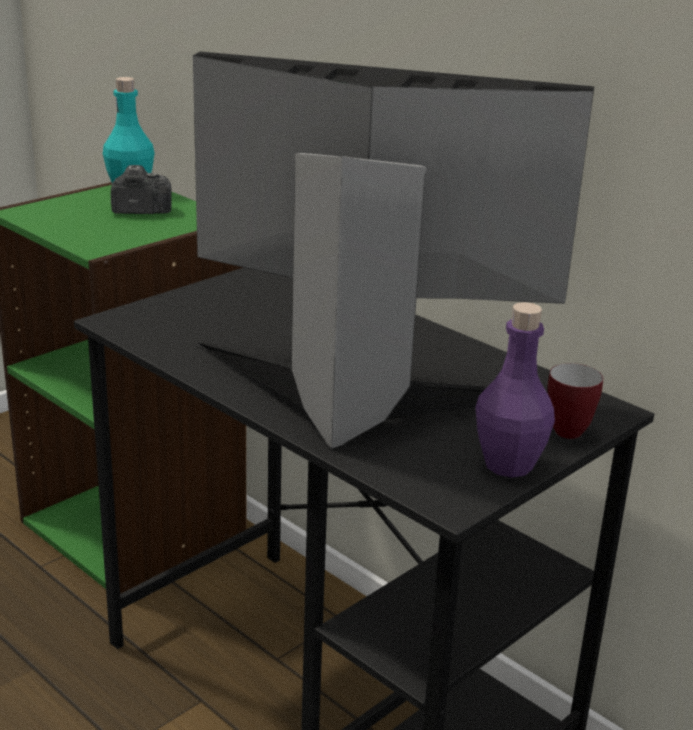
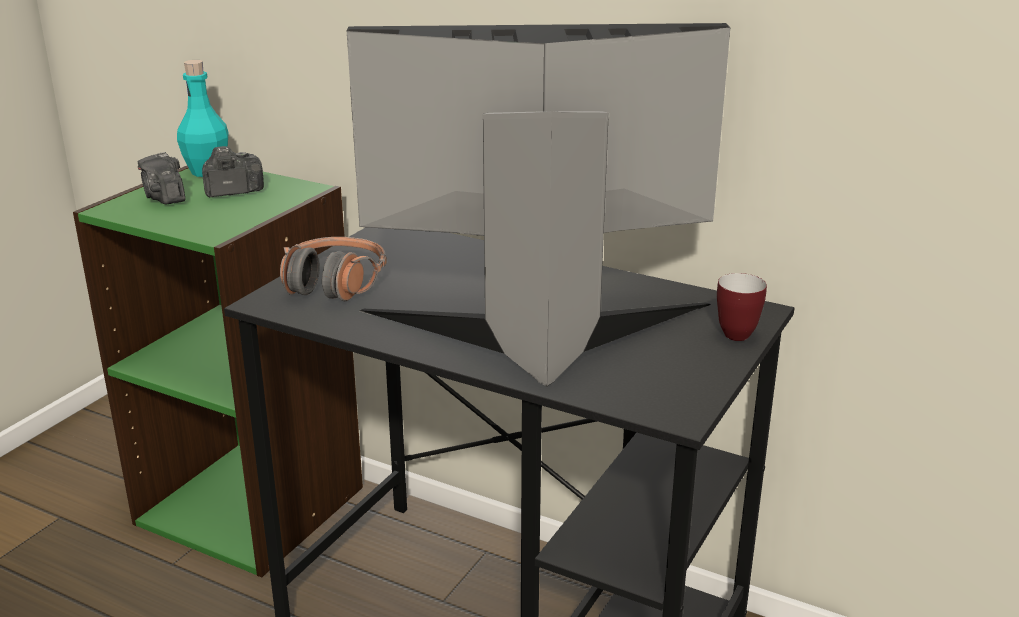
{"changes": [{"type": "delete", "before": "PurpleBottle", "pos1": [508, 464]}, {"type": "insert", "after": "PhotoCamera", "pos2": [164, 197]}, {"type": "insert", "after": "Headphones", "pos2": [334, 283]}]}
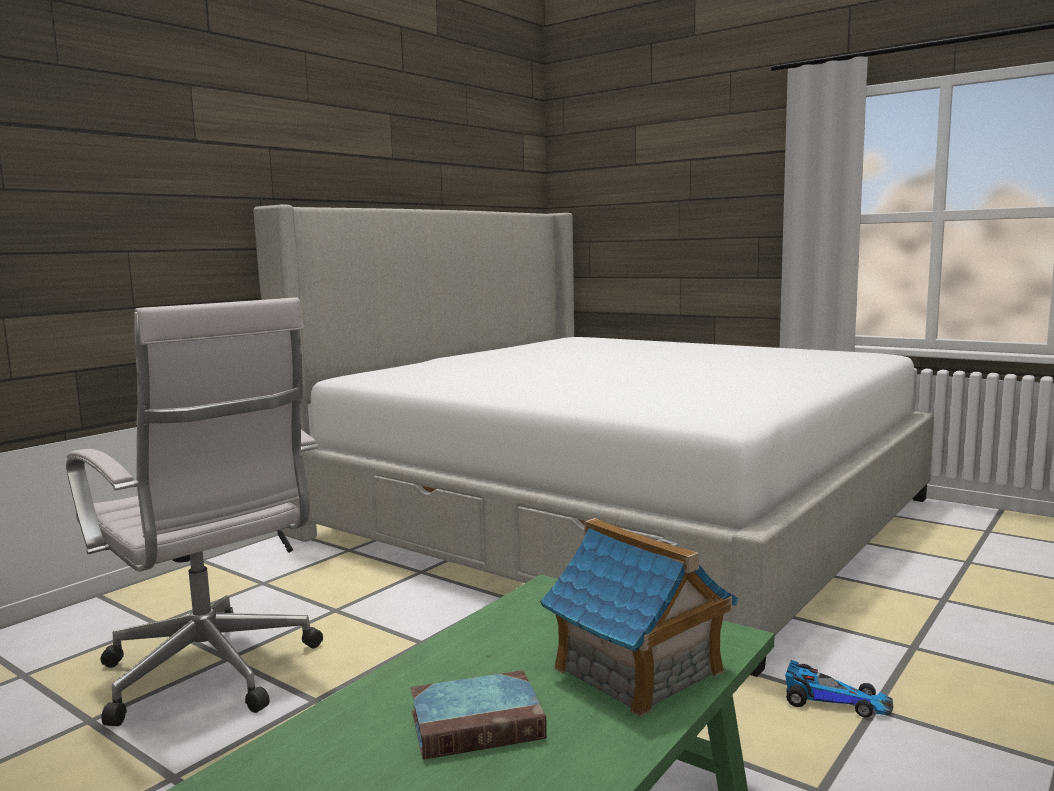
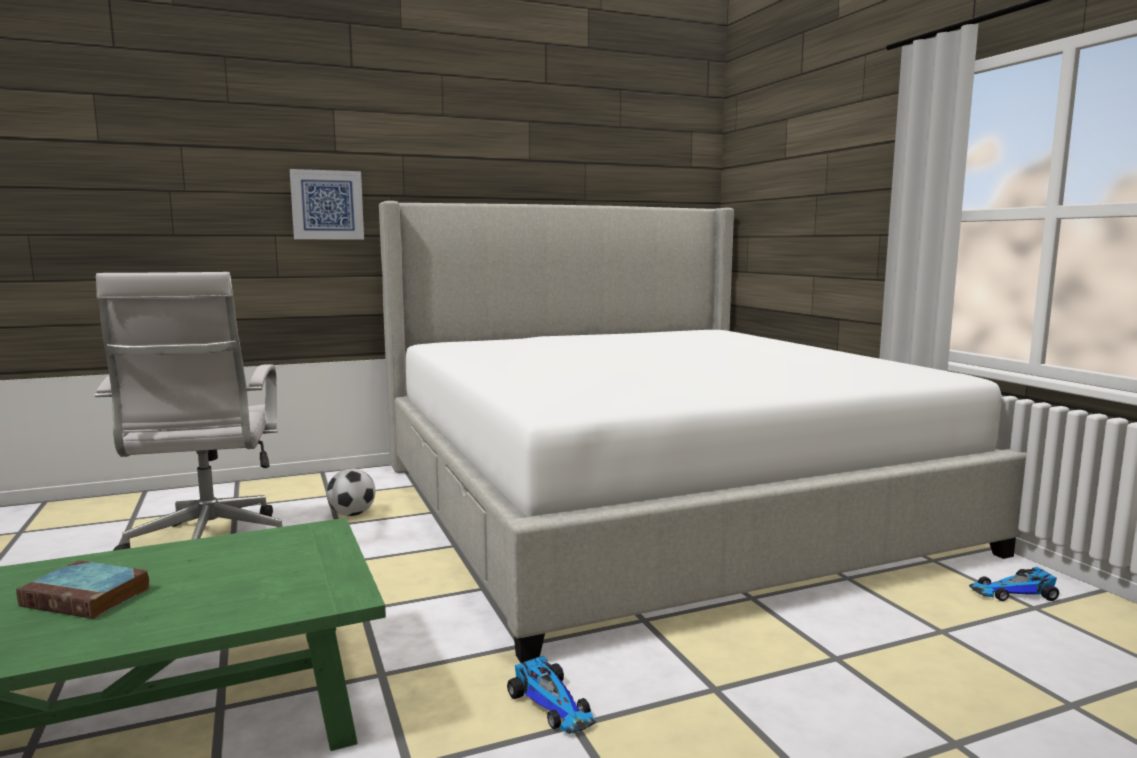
{"changes": [{"type": "delete", "before": "ToyHouse", "pos1": [638, 671]}, {"type": "insert", "after": "Picture", "pos2": [327, 205]}, {"type": "insert", "after": "Football", "pos2": [352, 514]}, {"type": "insert", "after": "ToyCar", "pos2": [1013, 593]}]}
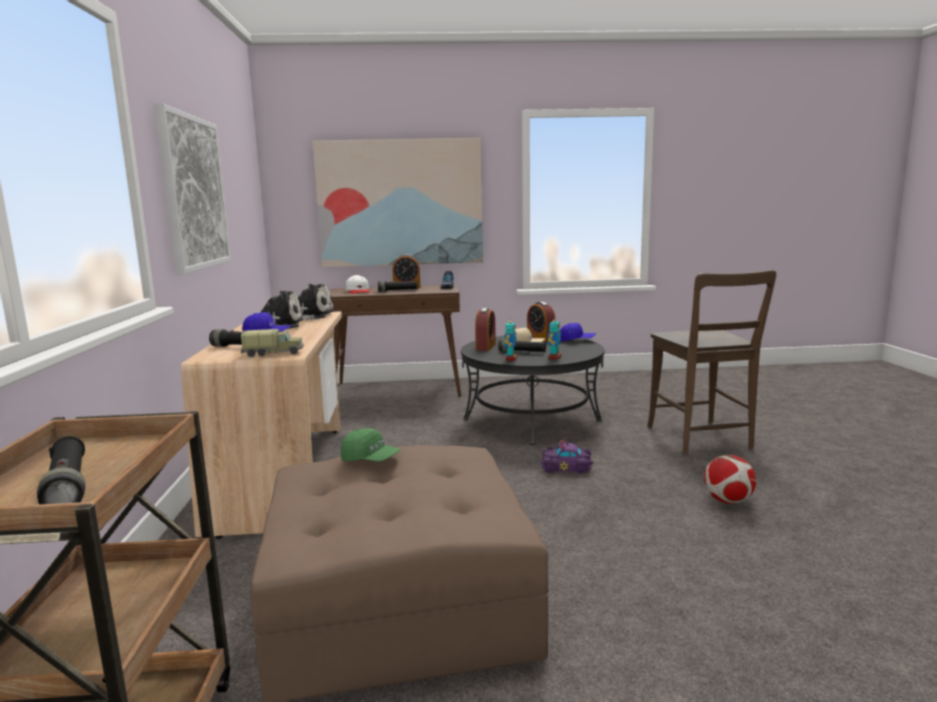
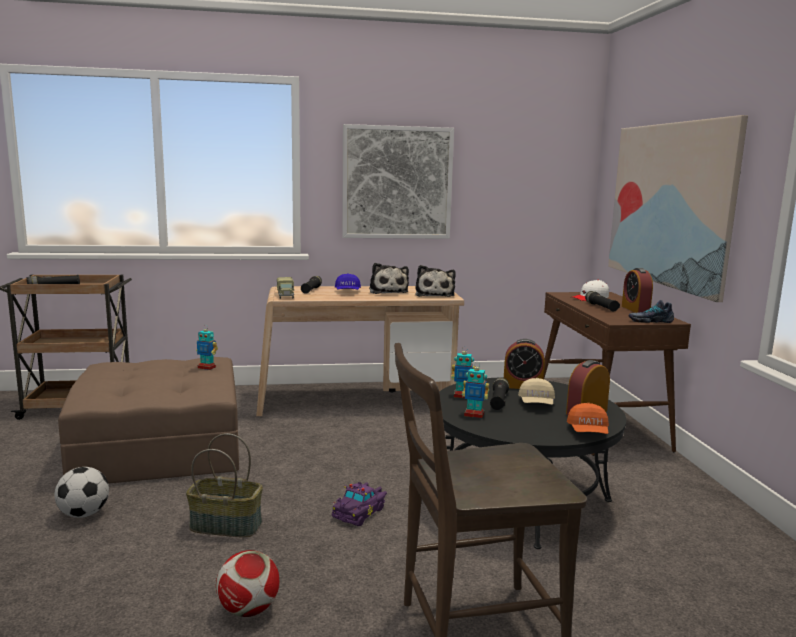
{"changes": [{"type": "recolor", "before": "BlueCap", "after": "OrangeCap", "pos1": [577, 340], "pos2": [588, 432]}, {"type": "replace", "before": "GreenCap", "after": "ToyRobot", "pos1": [371, 459], "pos2": [207, 367]}, {"type": "rotate", "before": "PurpleToyCar", "pos1": [567, 468], "pos2": [360, 512], "turn": -150}, {"type": "insert", "after": "Basket", "pos2": [227, 525]}, {"type": "insert", "after": "Football", "pos2": [84, 514]}]}
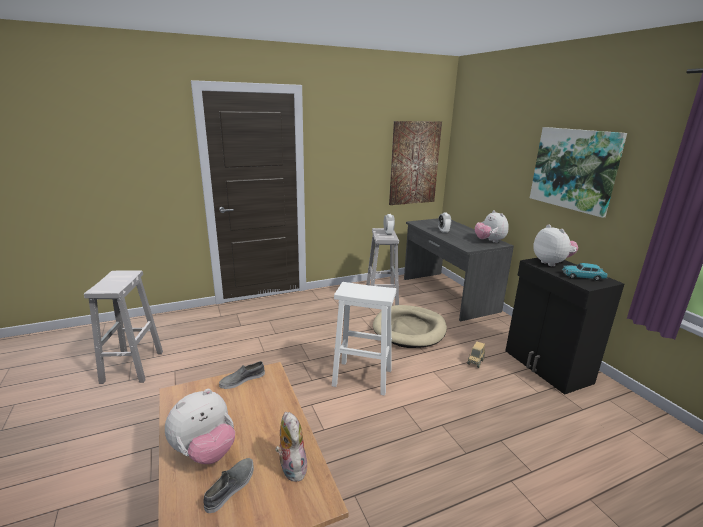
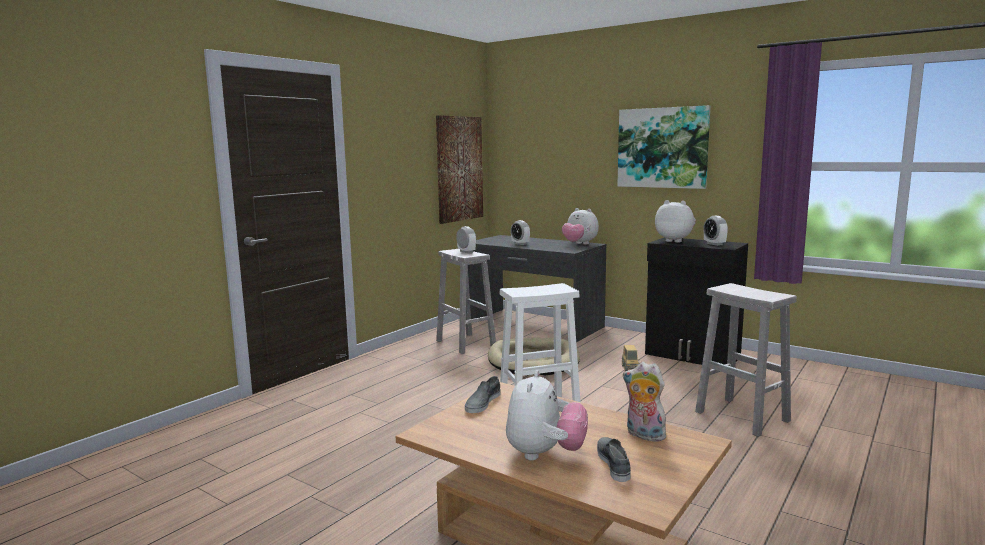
{"changes": [{"type": "replace", "before": "TurquoiseToyCar", "after": "AlarmClock", "pos1": [583, 277], "pos2": [714, 244]}, {"type": "move", "before": "WhiteStool", "pos1": [132, 367], "pos2": [743, 417]}]}
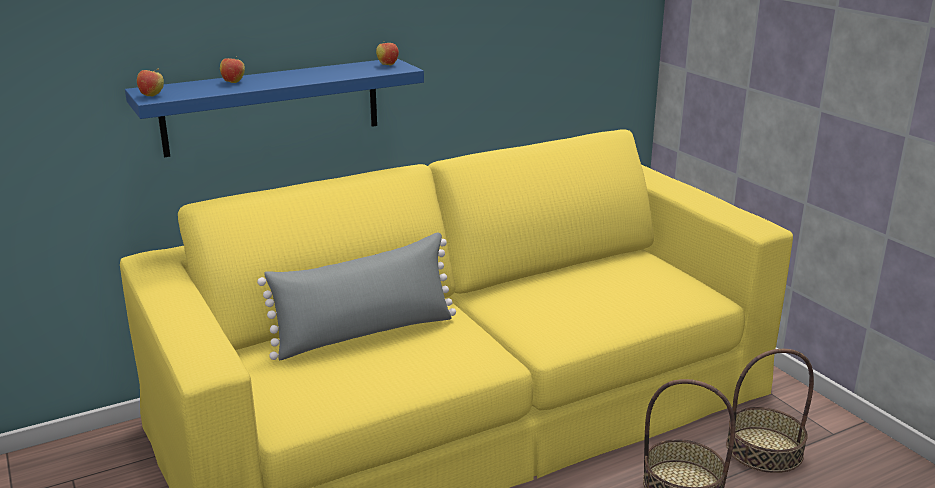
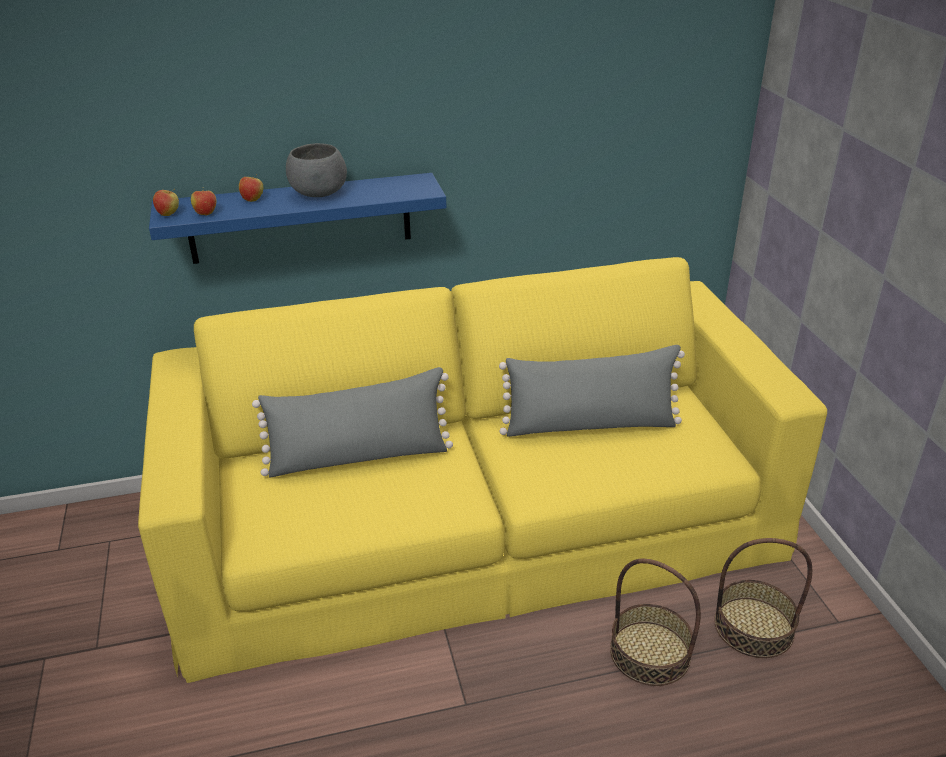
{"changes": [{"type": "move", "before": "Apple", "pos1": [387, 65], "pos2": [206, 214]}, {"type": "insert", "after": "GreyBowl", "pos2": [318, 194]}, {"type": "insert", "after": "GreyPillow", "pos2": [590, 425]}]}
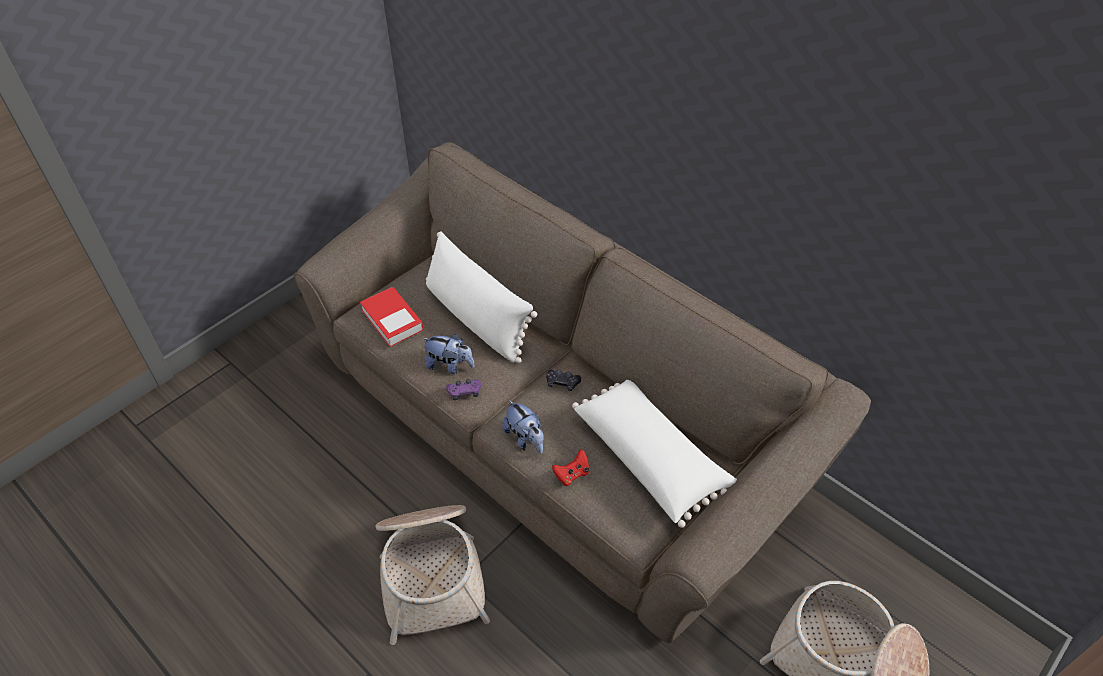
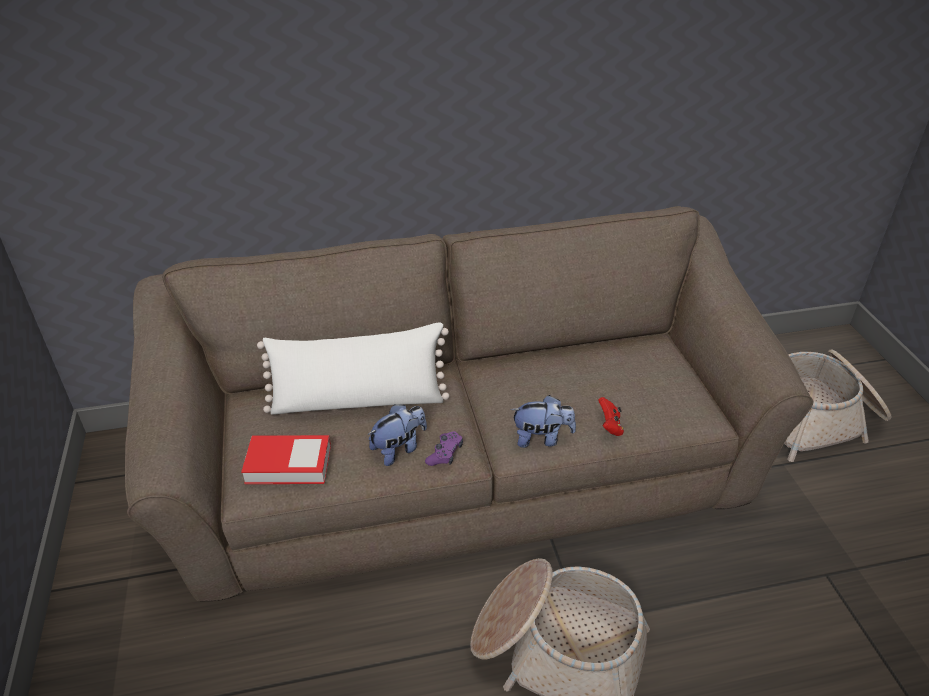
{"changes": [{"type": "delete", "before": "BlackGameController", "pos1": [562, 383]}, {"type": "delete", "before": "WhitePillow", "pos1": [651, 457]}]}
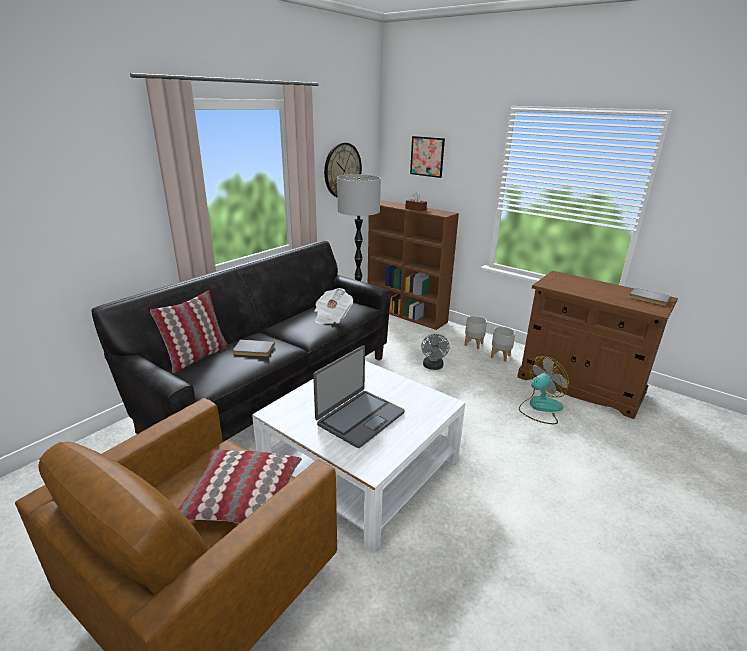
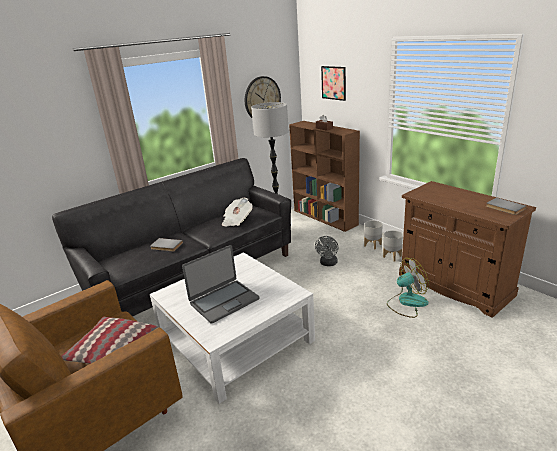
{"changes": [{"type": "delete", "before": "Pillow", "pos1": [197, 357]}]}
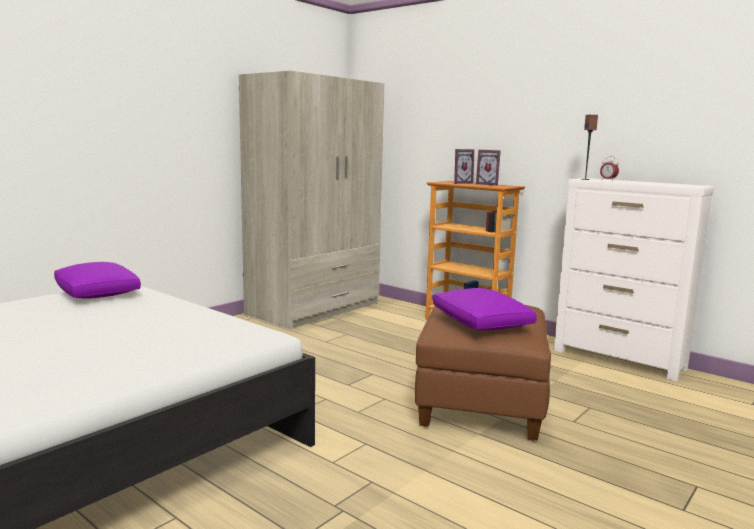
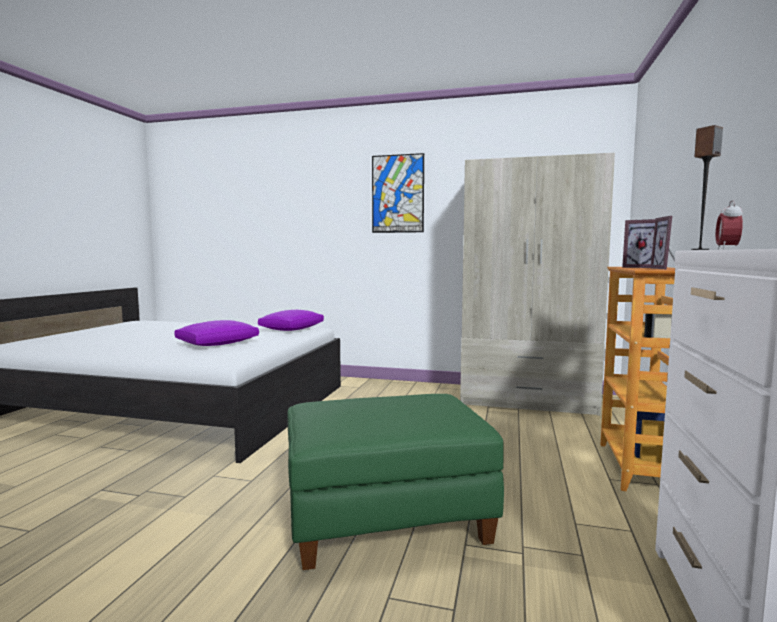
{"changes": [{"type": "move", "before": "PurplePillow", "pos1": [480, 322], "pos2": [218, 343]}, {"type": "recolor", "before": "BrownOttoman", "after": "GreenOttoman", "pos1": [482, 403], "pos2": [386, 519]}, {"type": "insert", "after": "Picture", "pos2": [397, 194]}]}
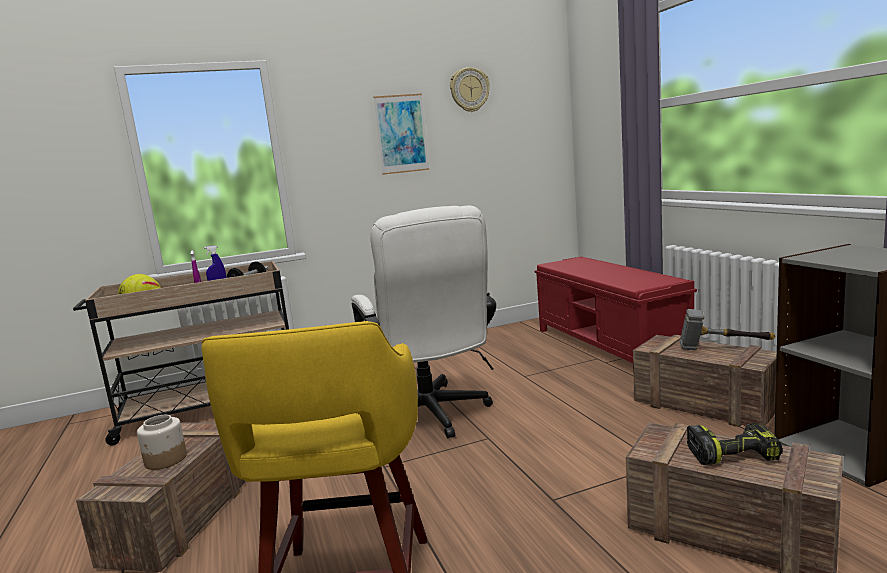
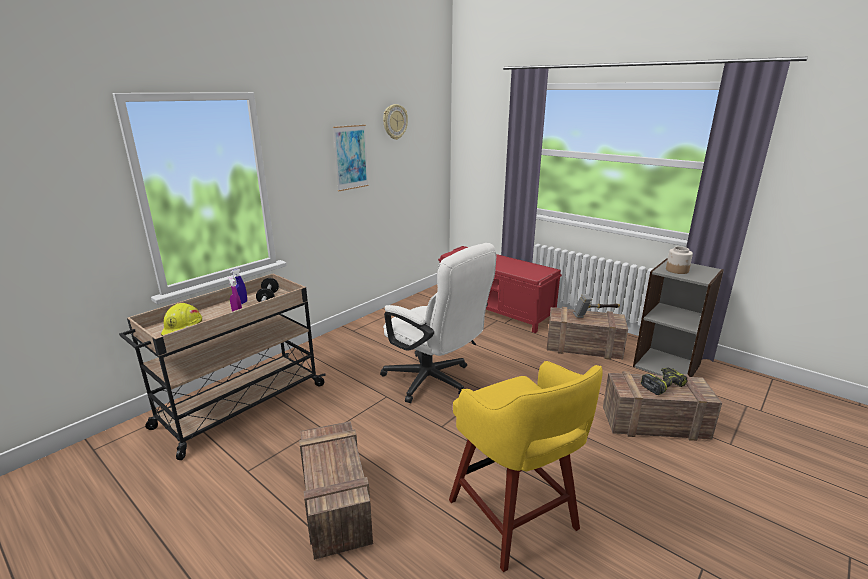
{"changes": [{"type": "move", "before": "Jar", "pos1": [165, 460], "pos2": [677, 270]}]}
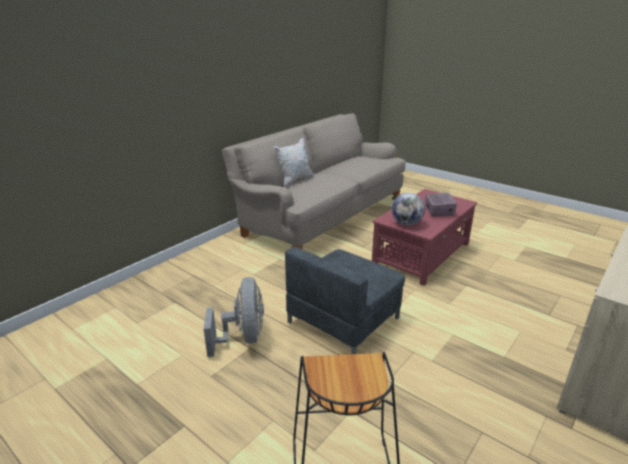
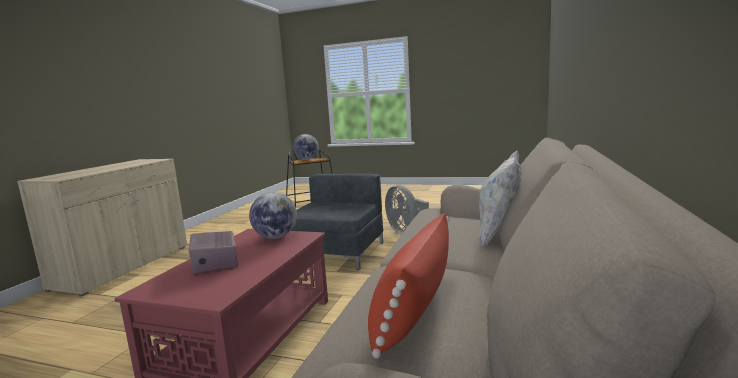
{"changes": [{"type": "insert", "after": "Globe", "pos2": [306, 159]}, {"type": "insert", "after": "RedPillow", "pos2": [413, 308]}]}
